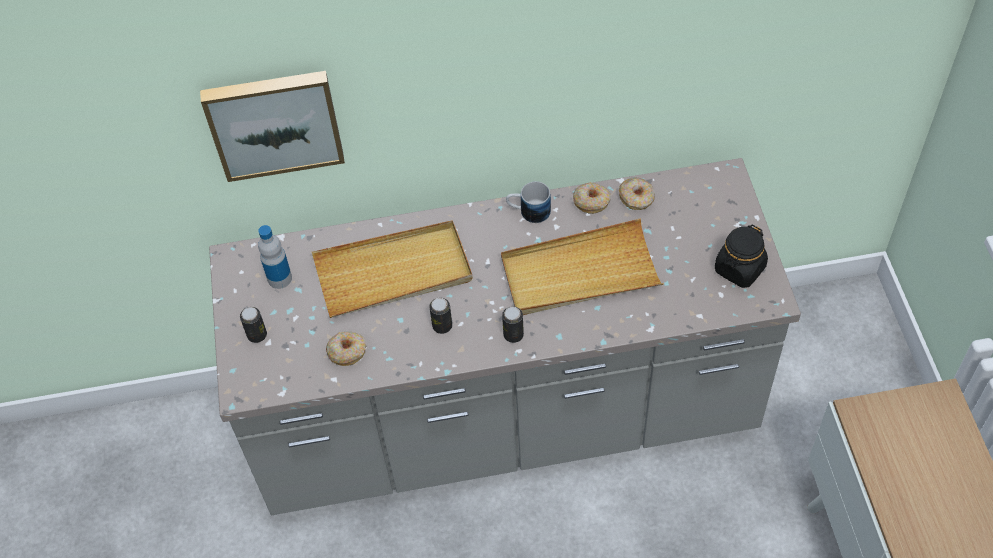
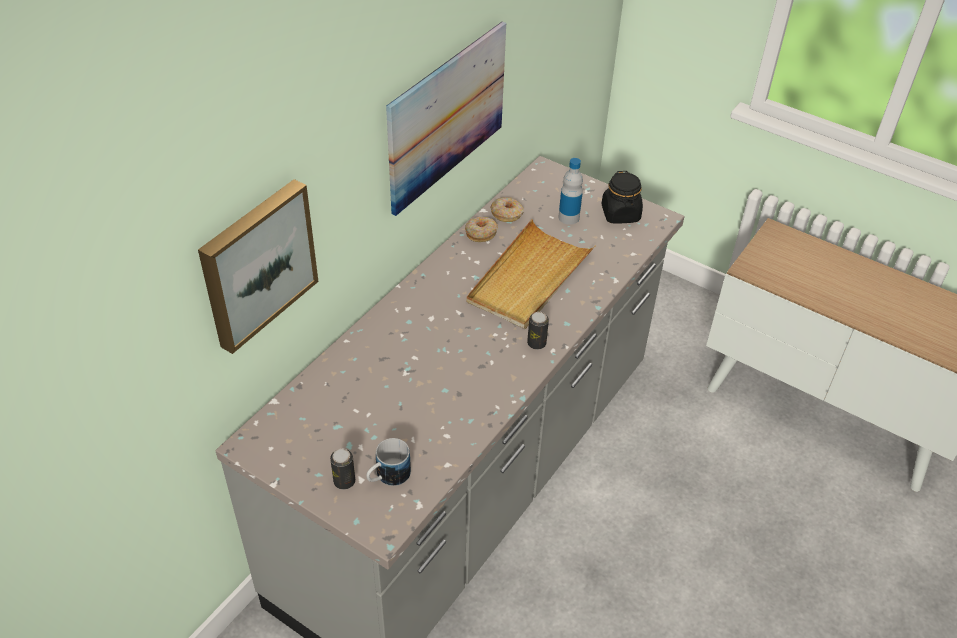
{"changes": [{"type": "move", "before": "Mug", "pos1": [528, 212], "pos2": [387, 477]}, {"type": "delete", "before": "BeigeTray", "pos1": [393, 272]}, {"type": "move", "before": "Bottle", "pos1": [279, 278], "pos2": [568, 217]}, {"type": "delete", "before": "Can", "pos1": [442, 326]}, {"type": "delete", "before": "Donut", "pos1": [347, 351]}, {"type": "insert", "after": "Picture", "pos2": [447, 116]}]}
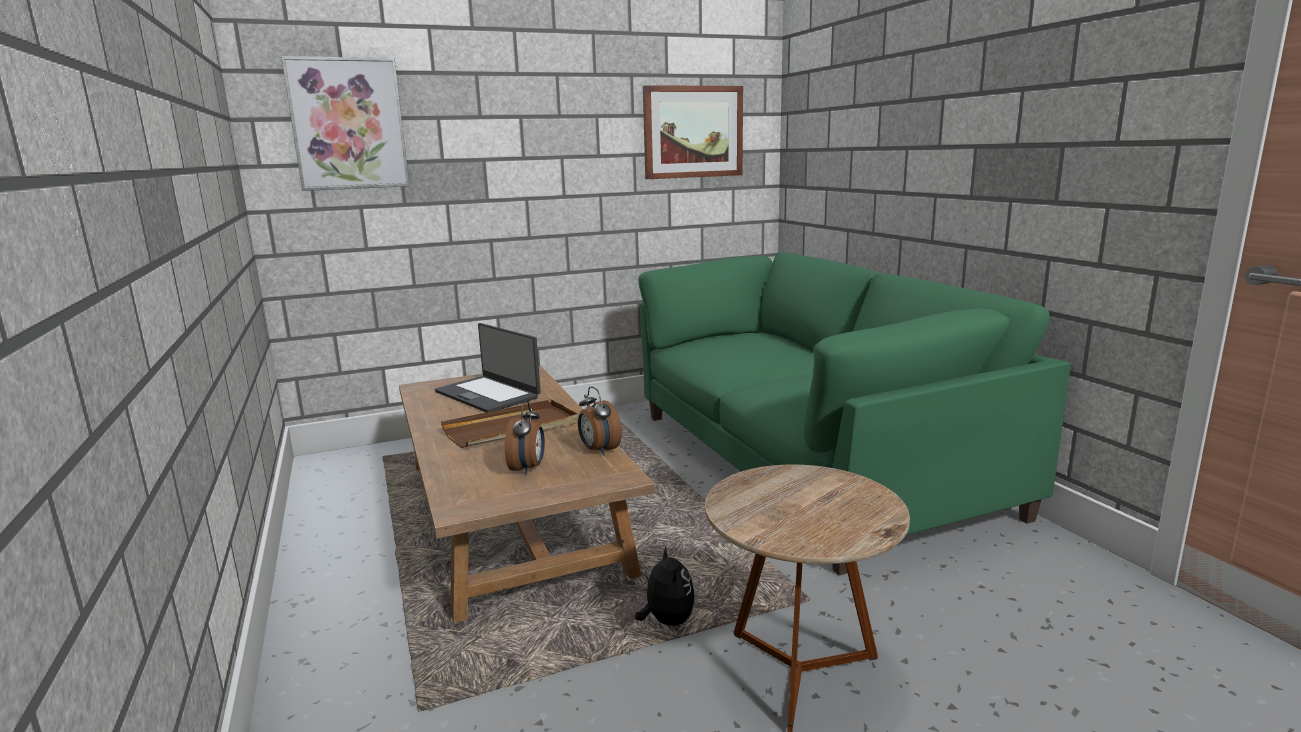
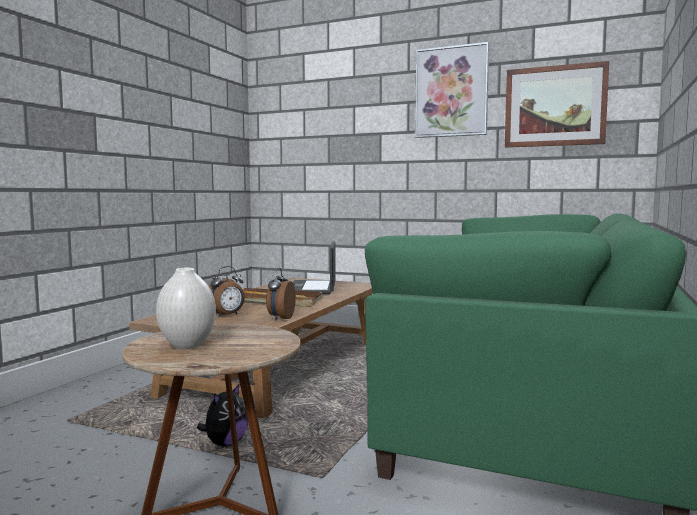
{"changes": [{"type": "move", "before": "Picture", "pos1": [348, 124], "pos2": [451, 92]}, {"type": "insert", "after": "WhiteVase", "pos2": [187, 346]}]}
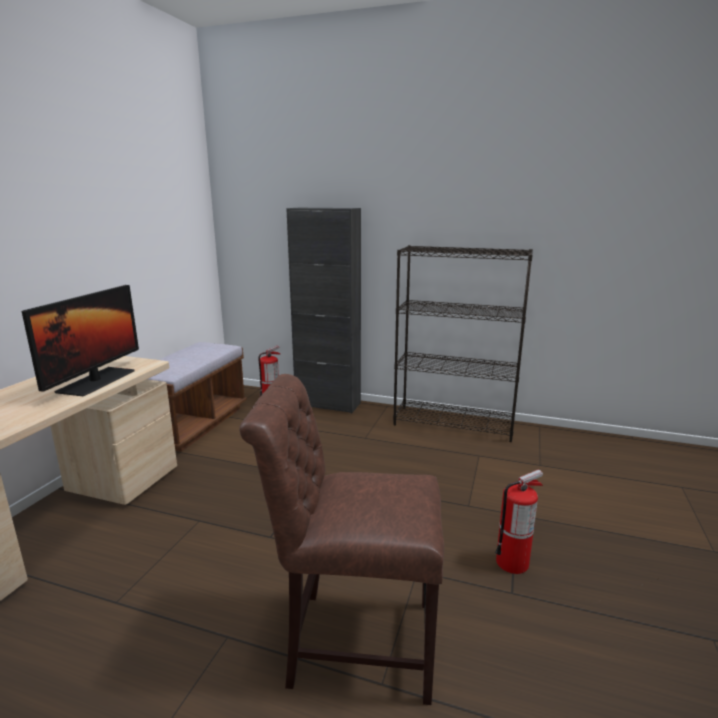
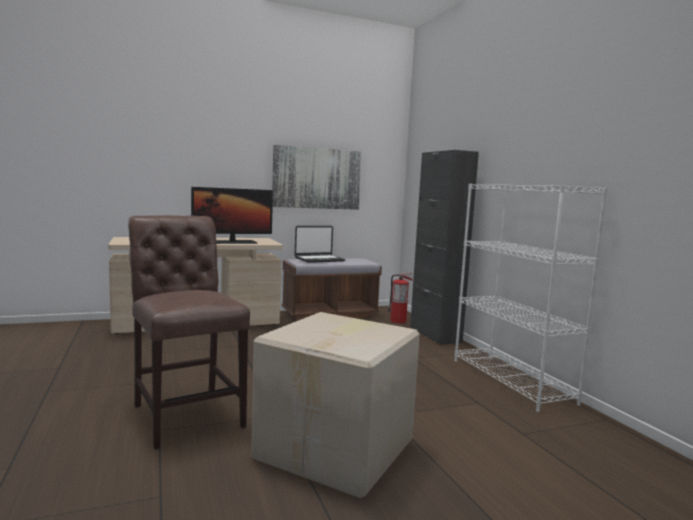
{"changes": [{"type": "recolor", "before": "BlackBookcase", "after": "WhiteBookcase", "pos1": [454, 423], "pos2": [512, 381]}, {"type": "replace", "before": "FireExtinguisher", "after": "CardboardBox", "pos1": [512, 562], "pos2": [337, 449]}, {"type": "insert", "after": "Picture", "pos2": [317, 178]}, {"type": "insert", "after": "Laptop", "pos2": [319, 259]}]}
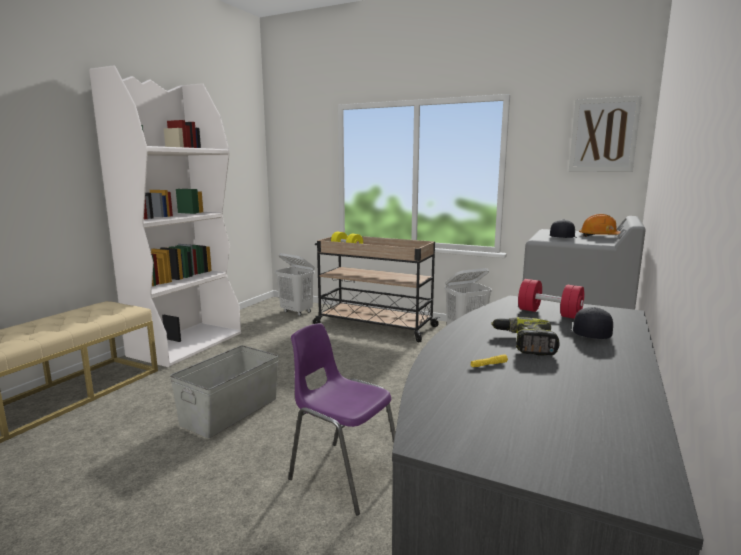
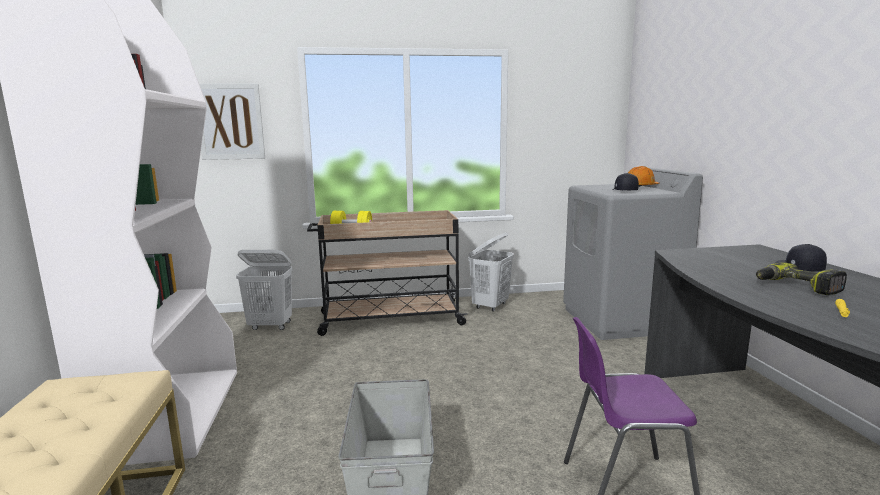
{"changes": [{"type": "move", "before": "Picture", "pos1": [603, 135], "pos2": [230, 122]}, {"type": "delete", "before": "RedDumbbell", "pos1": [549, 313]}]}
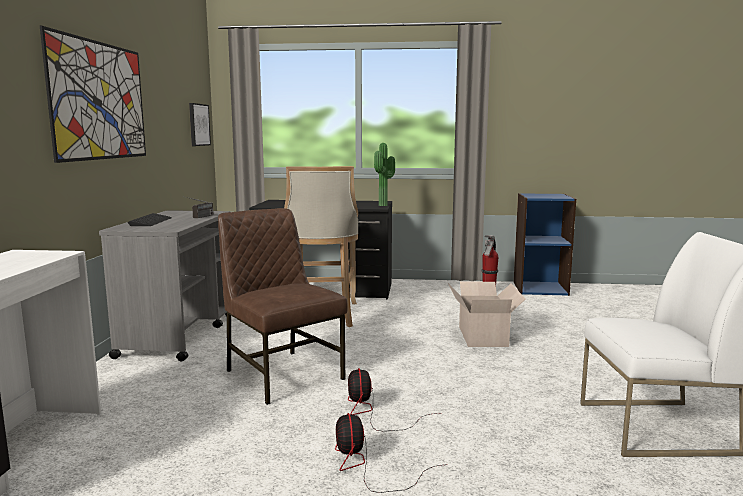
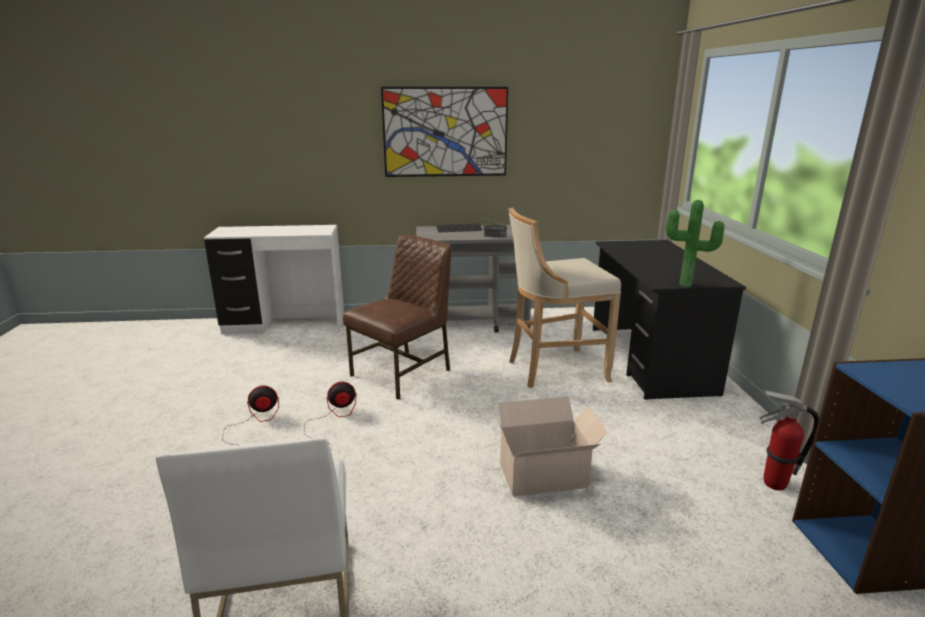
{"changes": [{"type": "delete", "before": "Picture", "pos1": [198, 125]}]}
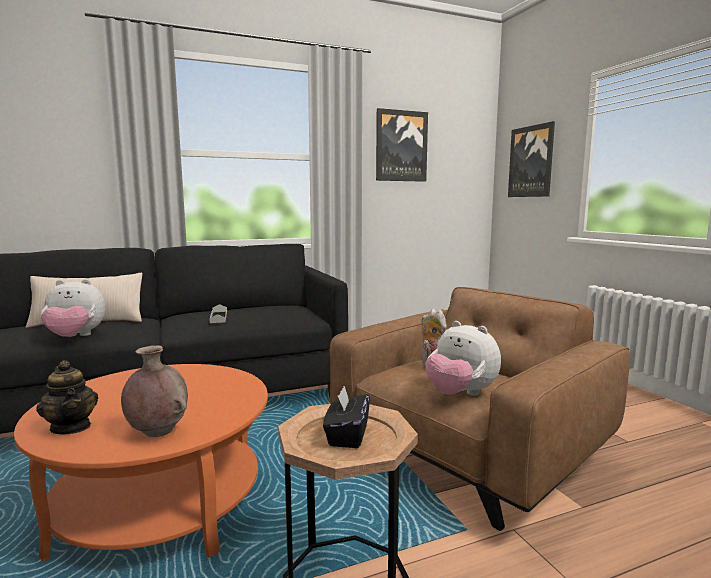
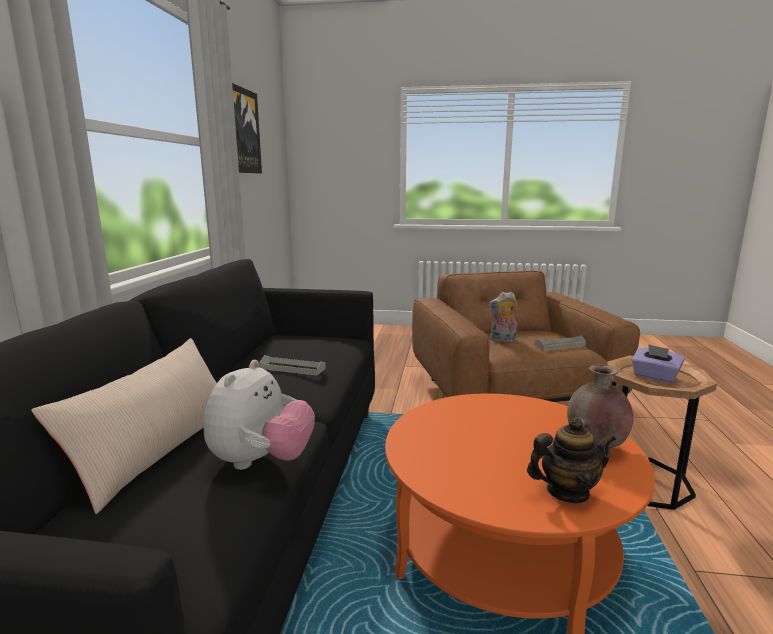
{"changes": [{"type": "delete", "before": "Picture", "pos1": [531, 161]}, {"type": "replace", "before": "PlushToy", "after": "GreyTray", "pos1": [460, 394], "pos2": [559, 345]}, {"type": "recolor", "before": "BlackTissueBox", "after": "PurpleTissueBox", "pos1": [347, 435], "pos2": [654, 376]}]}
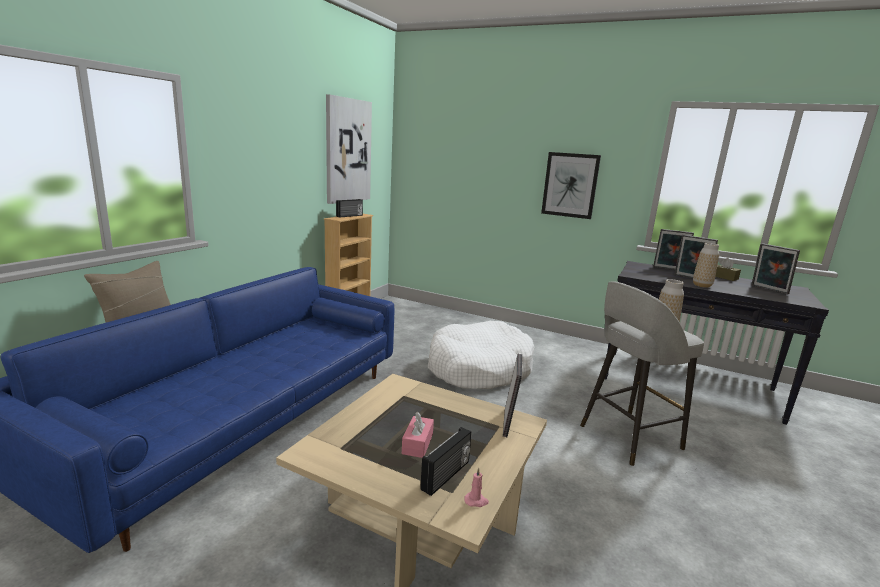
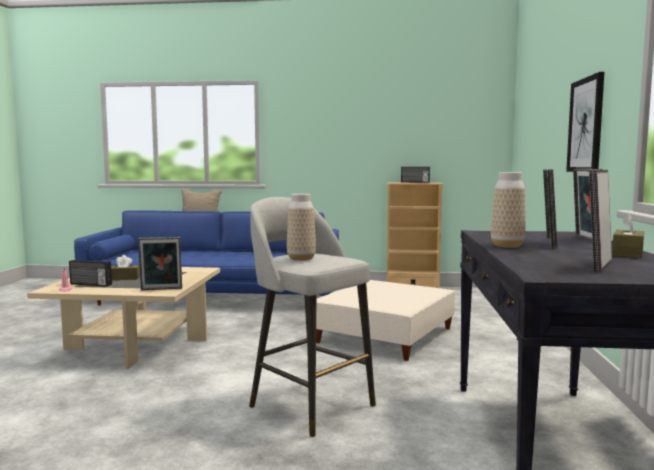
{"changes": [{"type": "delete", "before": "Picture", "pos1": [348, 151]}, {"type": "replace", "before": "WhiteDogBed", "after": "BeigeOttoman", "pos1": [479, 368], "pos2": [385, 335]}, {"type": "recolor", "before": "PinkTissueBox", "after": "BrownTissueBox", "pos1": [417, 444], "pos2": [124, 278]}]}
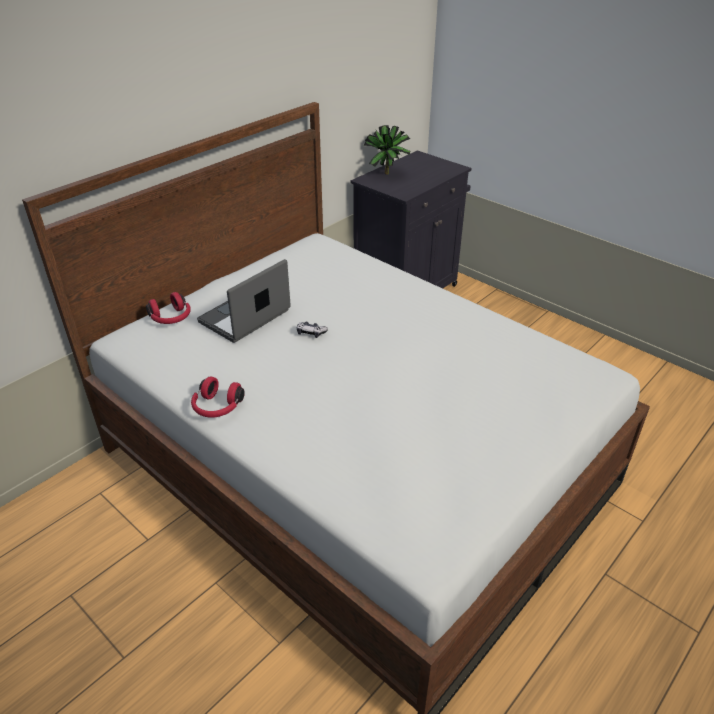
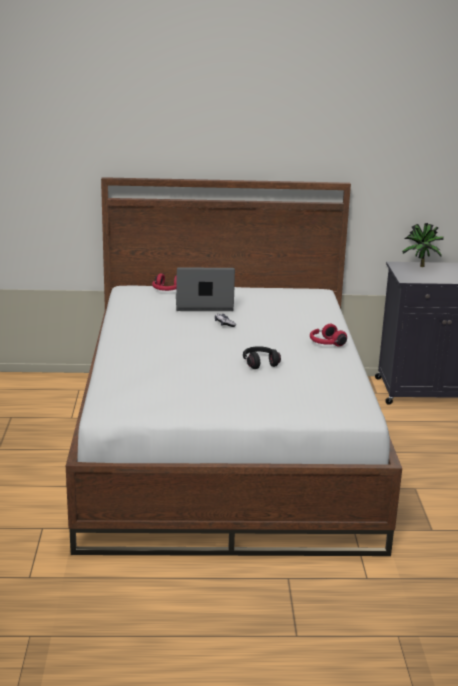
{"changes": [{"type": "move", "before": "RedHeadphones", "pos1": [217, 407], "pos2": [326, 343]}, {"type": "insert", "after": "BlackHeadphones", "pos2": [259, 363]}]}
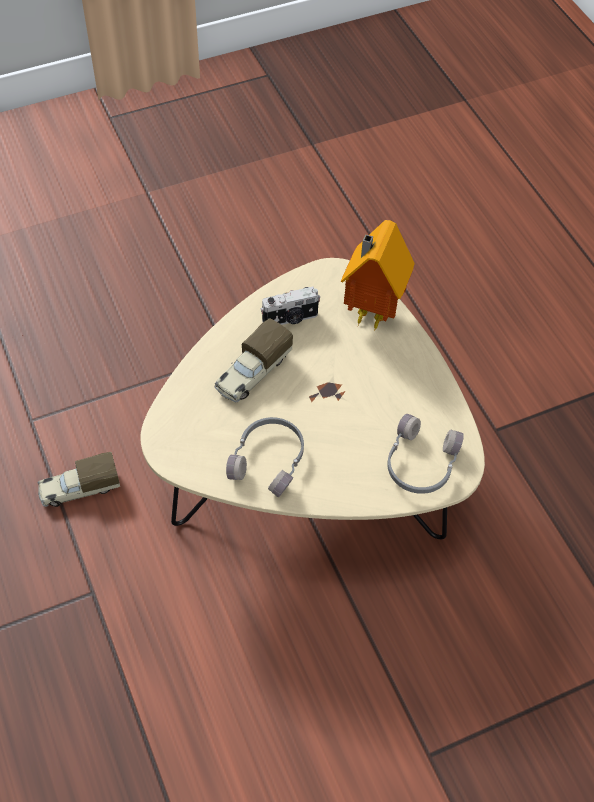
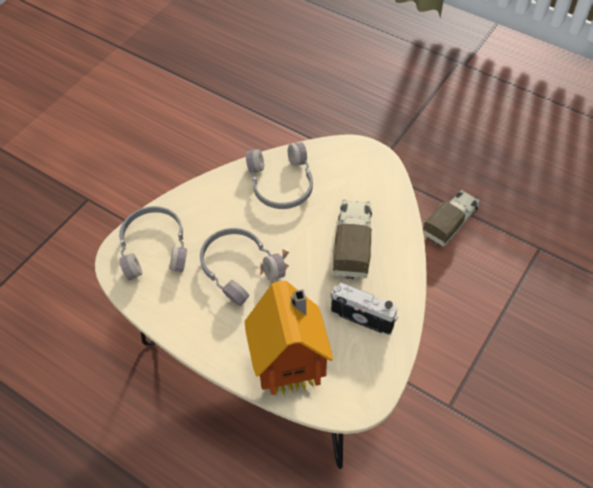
{"changes": [{"type": "rotate", "before": "PhotoCamera", "pos1": [290, 319], "pos2": [363, 316], "turn": 75}, {"type": "insert", "after": "GreyHeadphones", "pos2": [239, 268]}]}
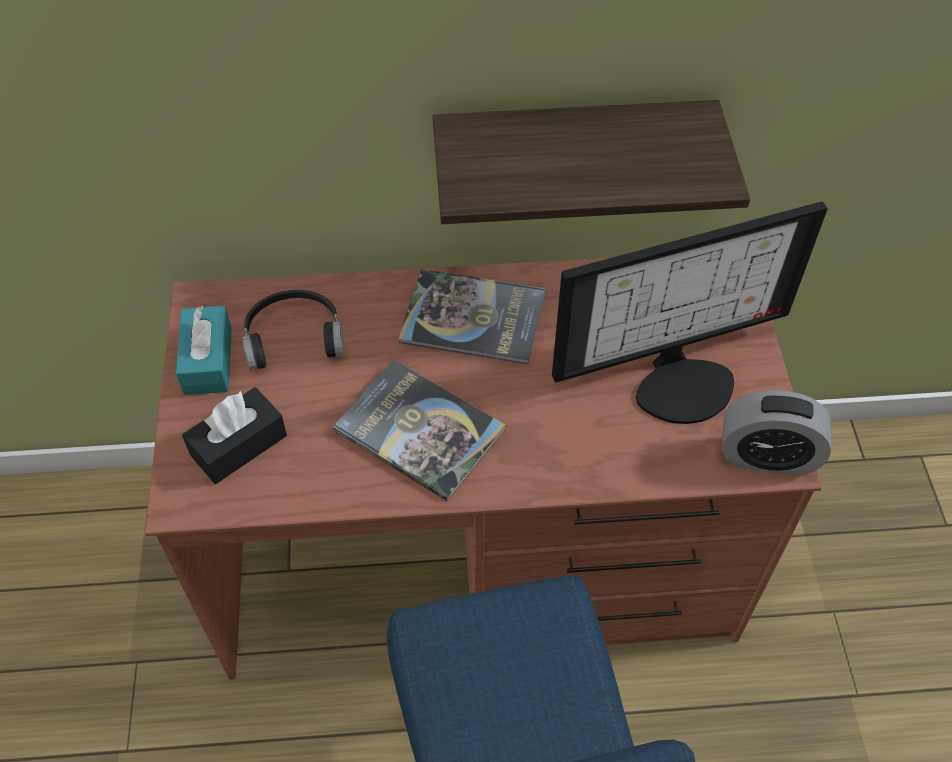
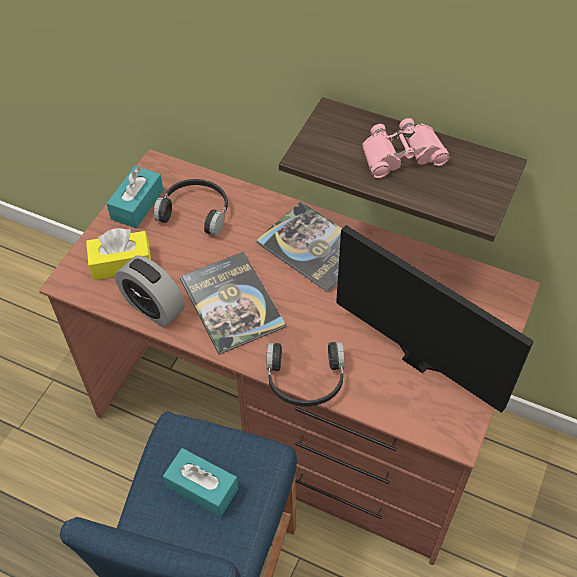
{"changes": [{"type": "rotate", "before": "Monitor", "pos1": [681, 381], "pos2": [424, 350], "turn": -150}, {"type": "recolor", "before": "BlackTissueBox", "after": "YellowTissueBox", "pos1": [238, 445], "pos2": [121, 263]}, {"type": "move", "before": "AlarmClock", "pos1": [767, 456], "pos2": [153, 307]}, {"type": "insert", "after": "PinkBinoculars", "pos2": [401, 155]}, {"type": "insert", "after": "BlackHeadphones", "pos2": [305, 381]}, {"type": "insert", "after": "TurquoiseTissueBox", "pos2": [202, 487]}]}
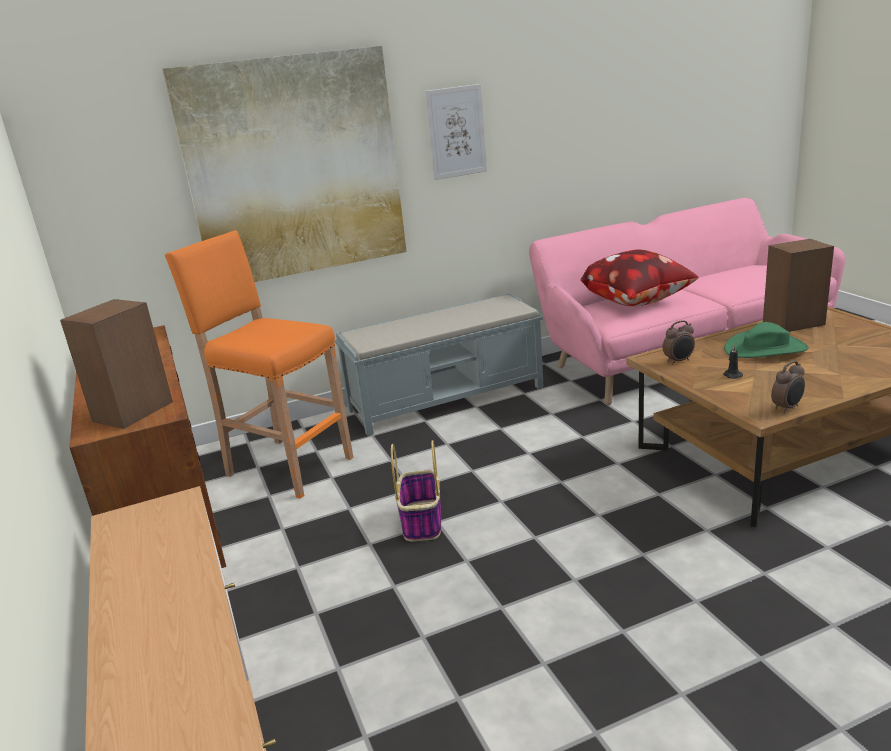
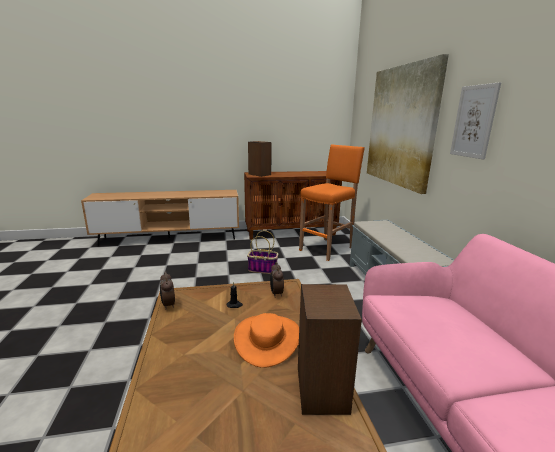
{"changes": [{"type": "delete", "before": "Pillow", "pos1": [638, 303]}, {"type": "recolor", "before": "GreenHat", "after": "OrangeHat", "pos1": [765, 349], "pos2": [267, 339]}]}
